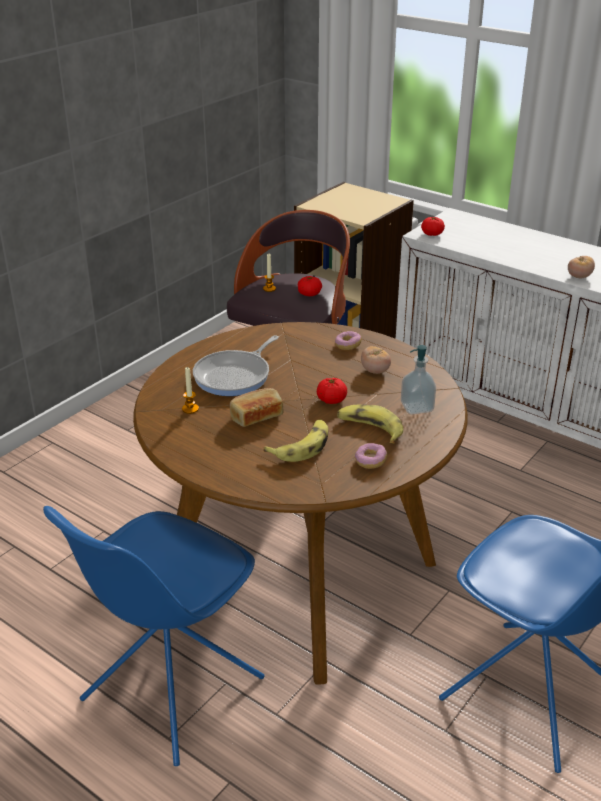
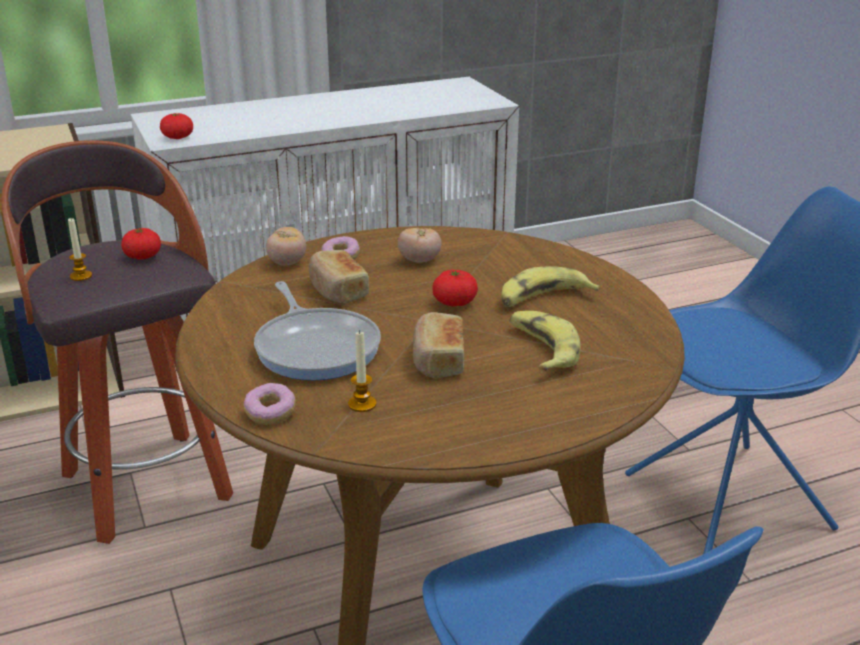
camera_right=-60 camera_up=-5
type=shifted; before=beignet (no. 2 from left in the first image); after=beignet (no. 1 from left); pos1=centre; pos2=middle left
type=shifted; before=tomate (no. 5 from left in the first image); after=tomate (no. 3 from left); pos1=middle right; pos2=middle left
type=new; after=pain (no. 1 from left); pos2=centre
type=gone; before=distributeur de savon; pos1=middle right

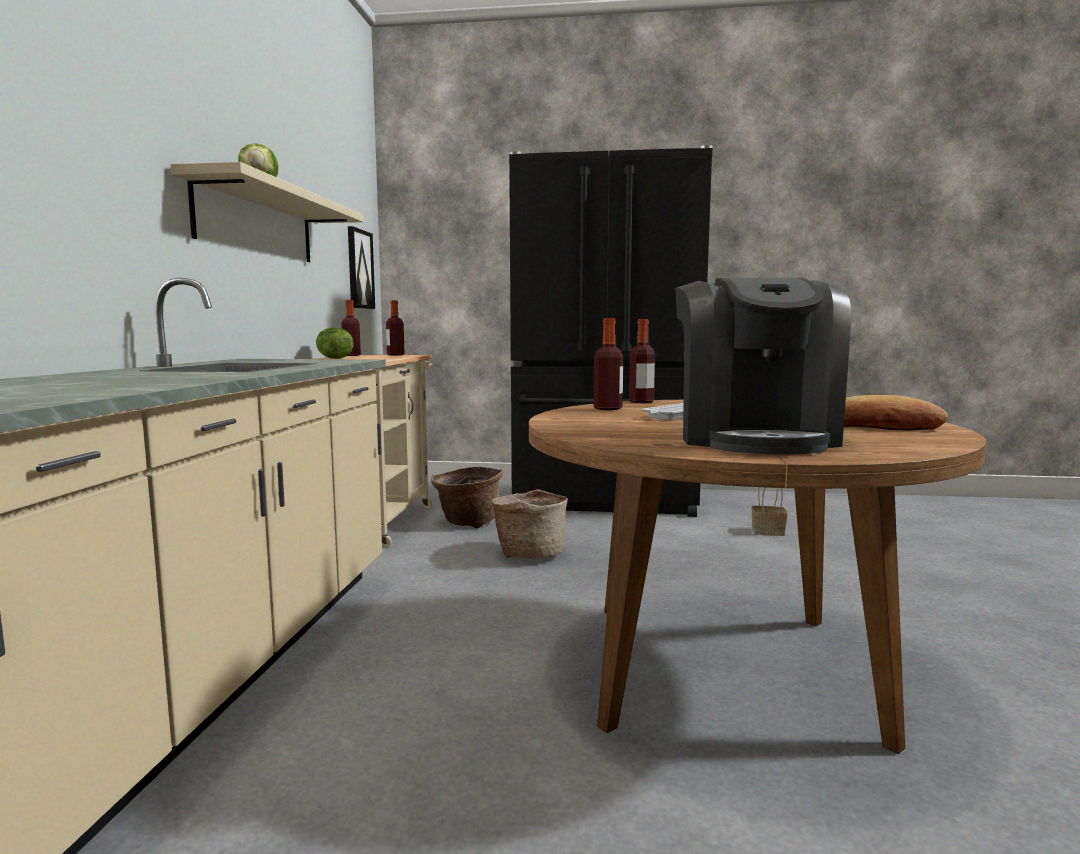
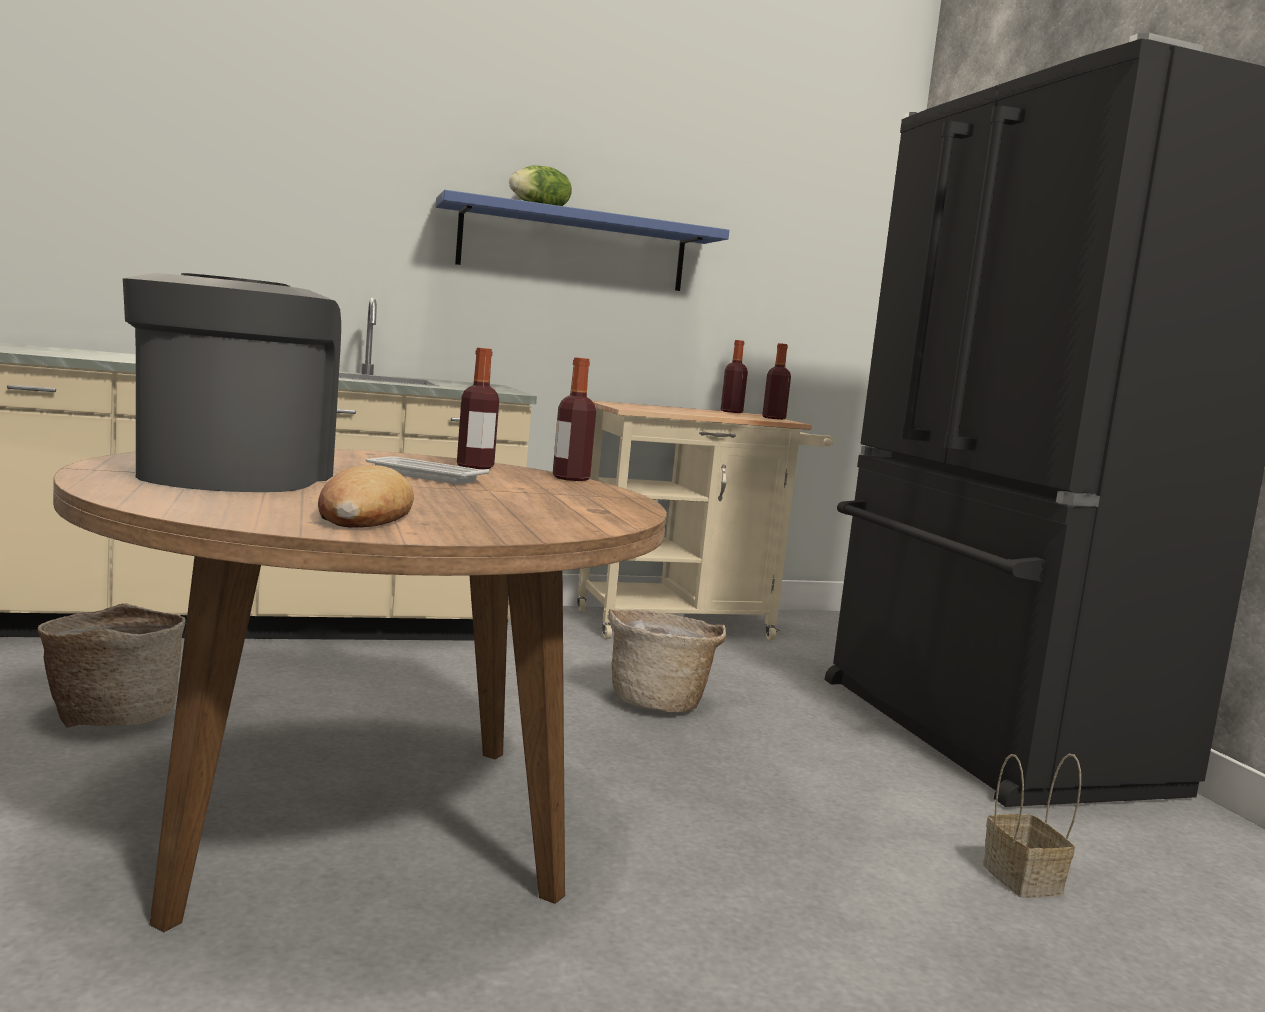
camera_right=65 camera_up=0
type=shifted; before=panier (no. 1 from left); pos1=centre; pos2=middle left
type=rotated; before=machine à café; pos1=middle right; pos2=middle left; turn=105
type=repainted; before=étagère/beige; after=étagère/bleu; pos1=top left; pos2=top centre
type=gone; before=laitue (no. 2 from left); pos1=middle left
type=gone; before=tableau; pos1=top centre

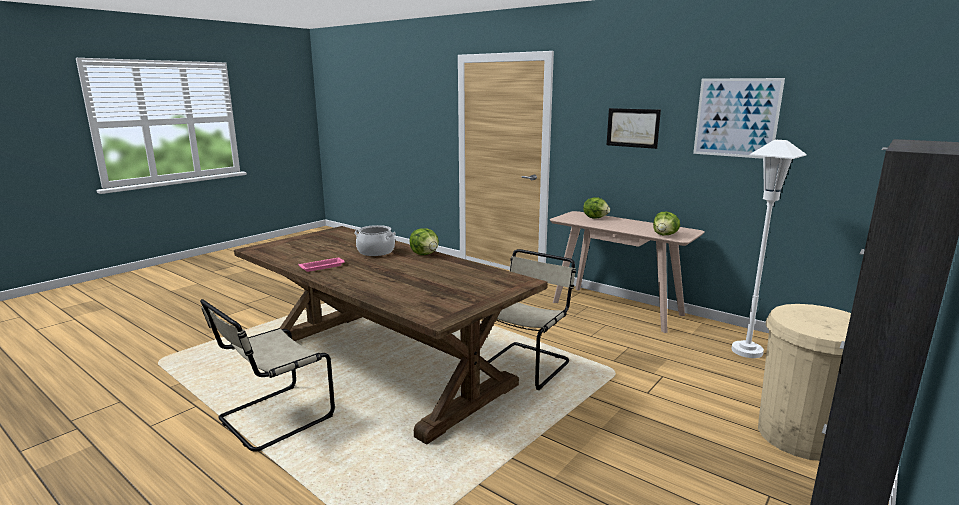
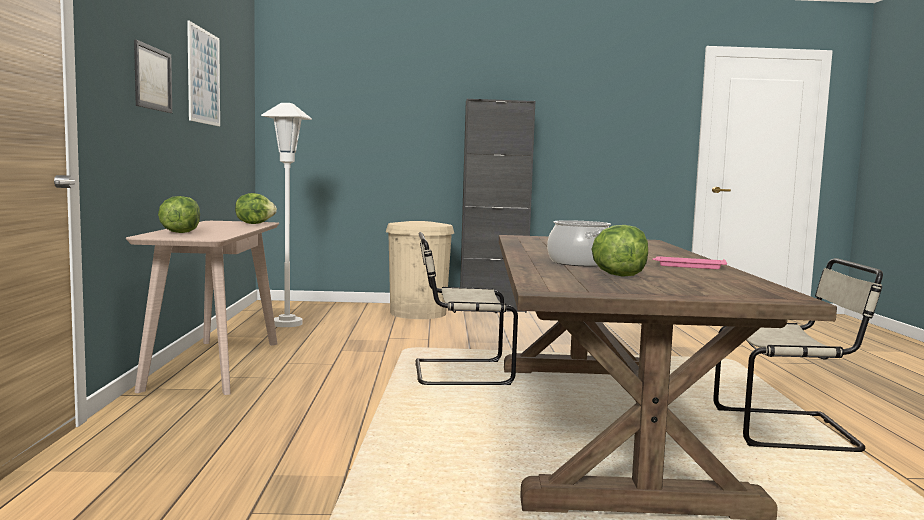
camera_right=-130 camera_up=-10
type=shifted; before=laitue (no. 1 from left in the first image); after=laitue (no. 3 from left); pos1=centre; pos2=middle right

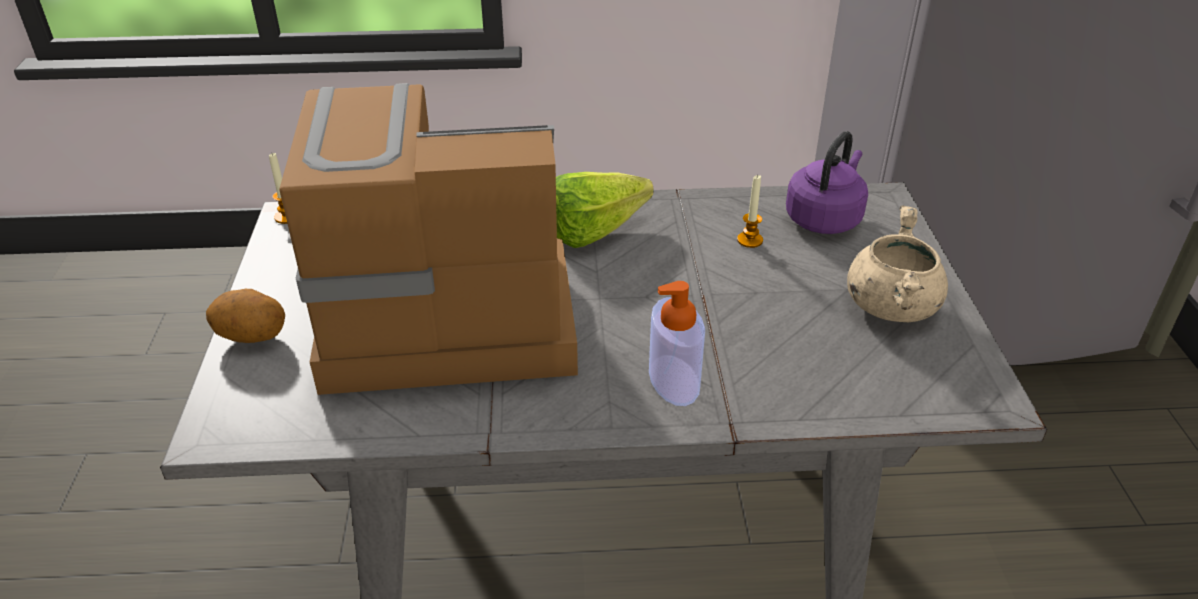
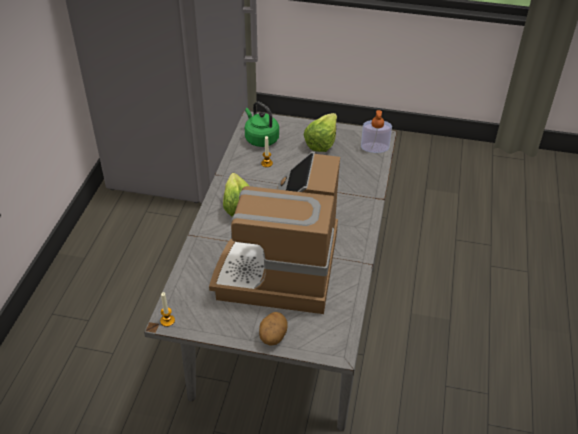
camera_right=-75 camera_up=5
type=repainted; before=bouilloire/violet; after=bouilloire/vert; pos1=top right; pos2=top centre
type=swapped; before=marmite/beige; after=laitue (no. 2 from left); pos1=middle right; pos2=top centre
type=shifted; before=distributeur de savon; pos1=centre; pos2=top centre

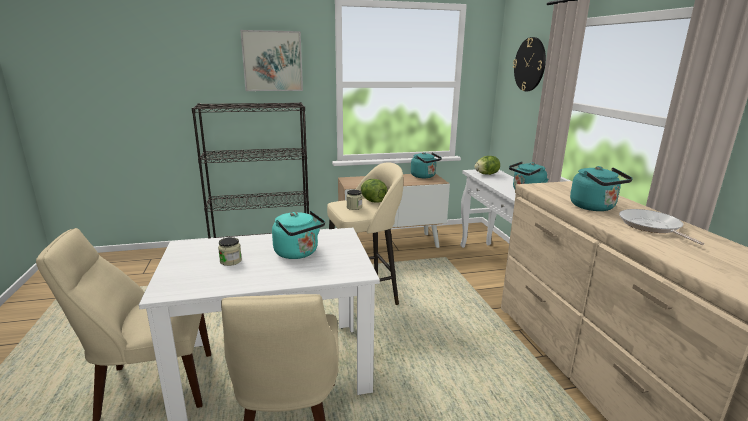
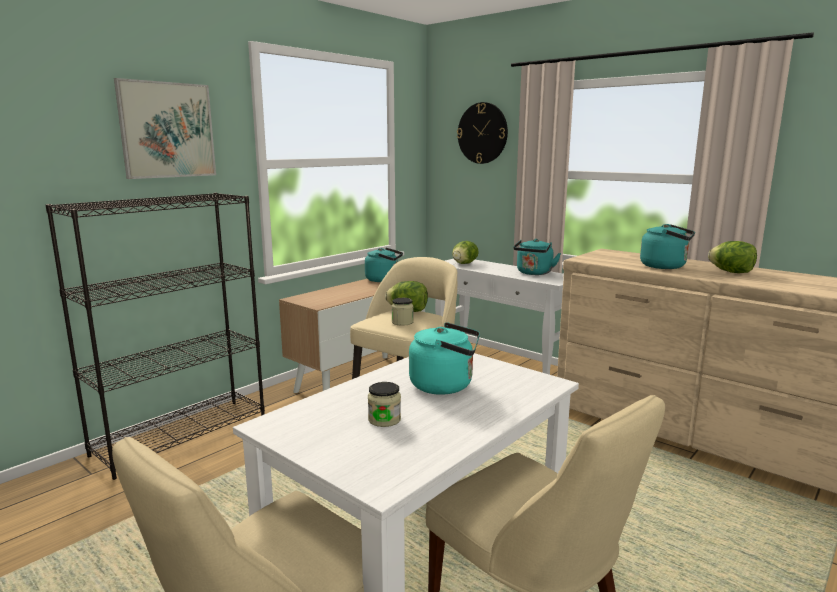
camera_right=-35 camera_up=-5
type=swapped; before=poêle; after=laitue (no. 3 from left); pos1=middle right; pos2=middle right

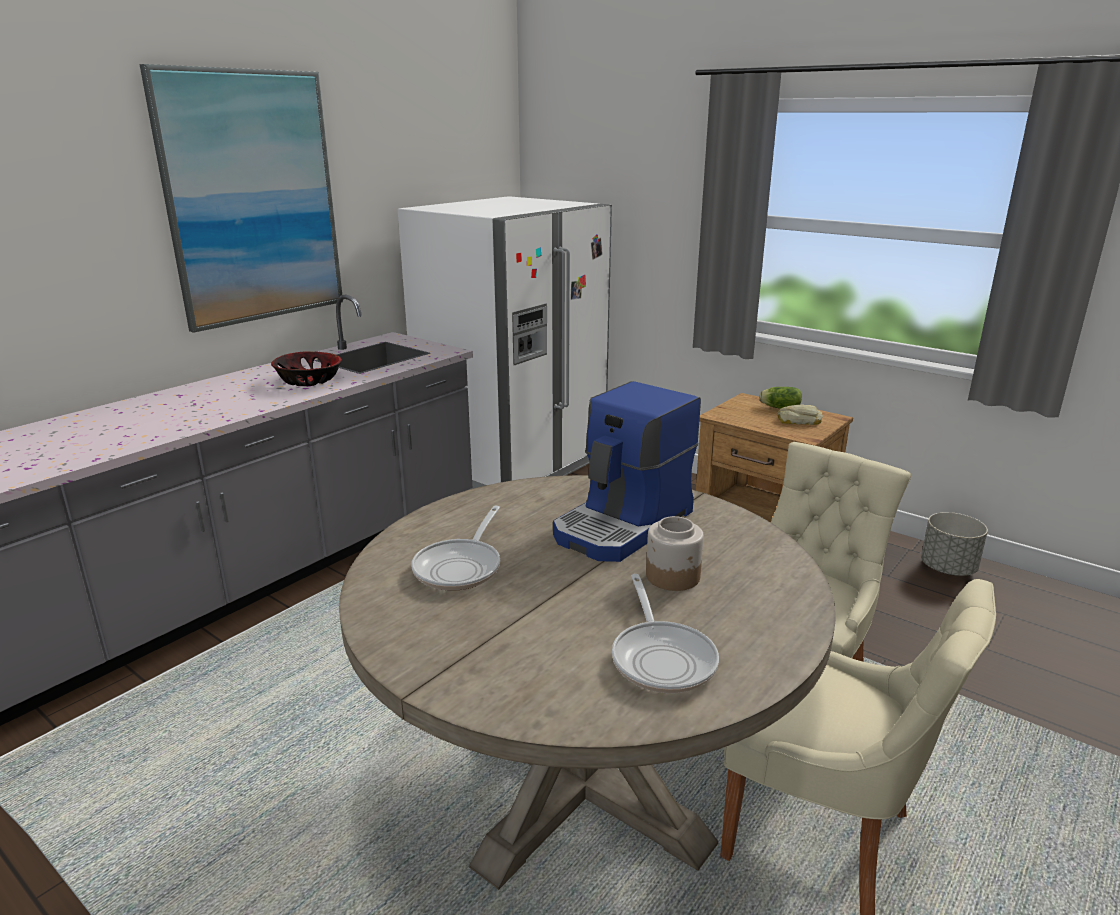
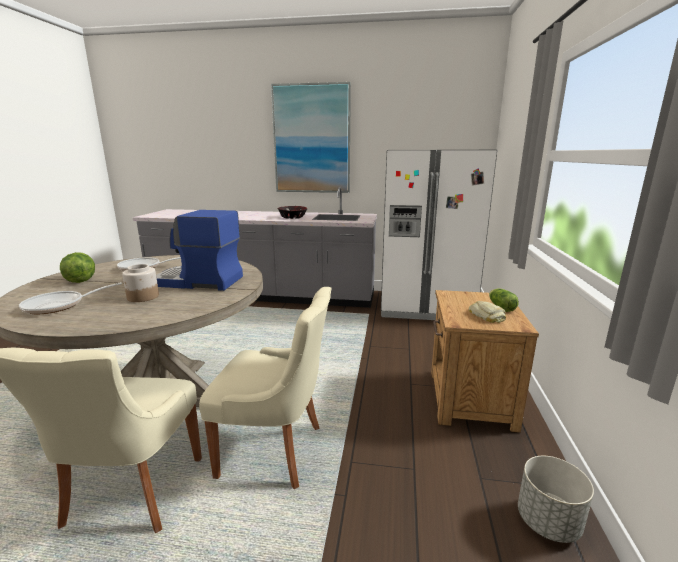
camera_right=60 camera_up=-5
type=new; after=laitue (no. 1 from left); pos2=middle left

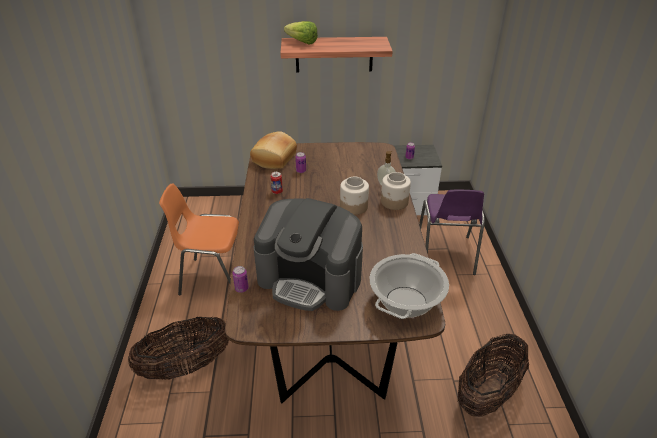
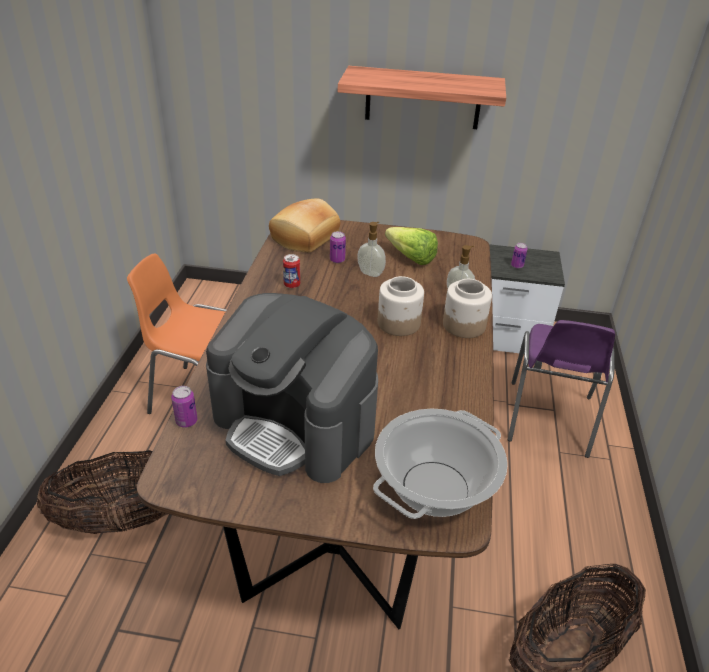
camera_right=10 camera_up=0
type=new; after=distributeur de savon (no. 1 from left); pos2=centre
type=shifted; before=laitue; pos1=top centre; pos2=centre

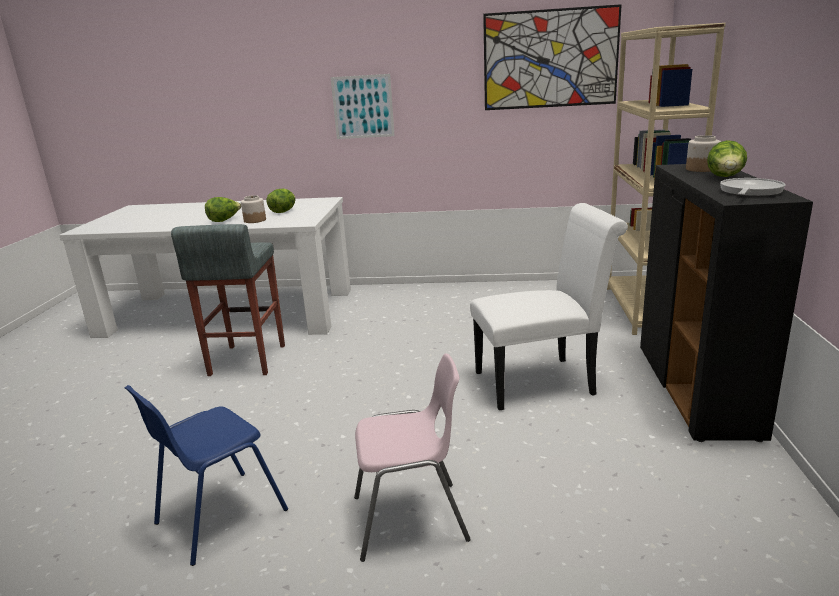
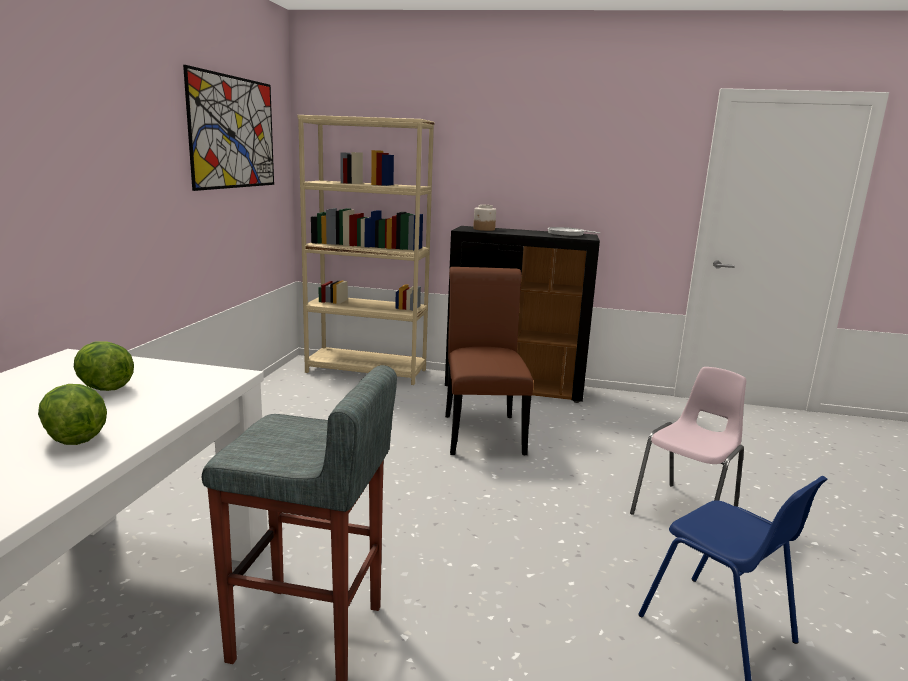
camera_right=-85 camera_up=-5
type=repainted; before=chaise/blanc; after=chaise/marron; pos1=centre; pos2=centre
type=rotated; before=chaise/rose; pos1=bottom centre; pos2=middle right; turn=45
type=gone; before=bocal (no. 1 from left); pos1=middle left
type=gone; before=tableau (no. 1 from left); pos1=top centre
type=gone; before=laitue (no. 3 from left); pos1=top right

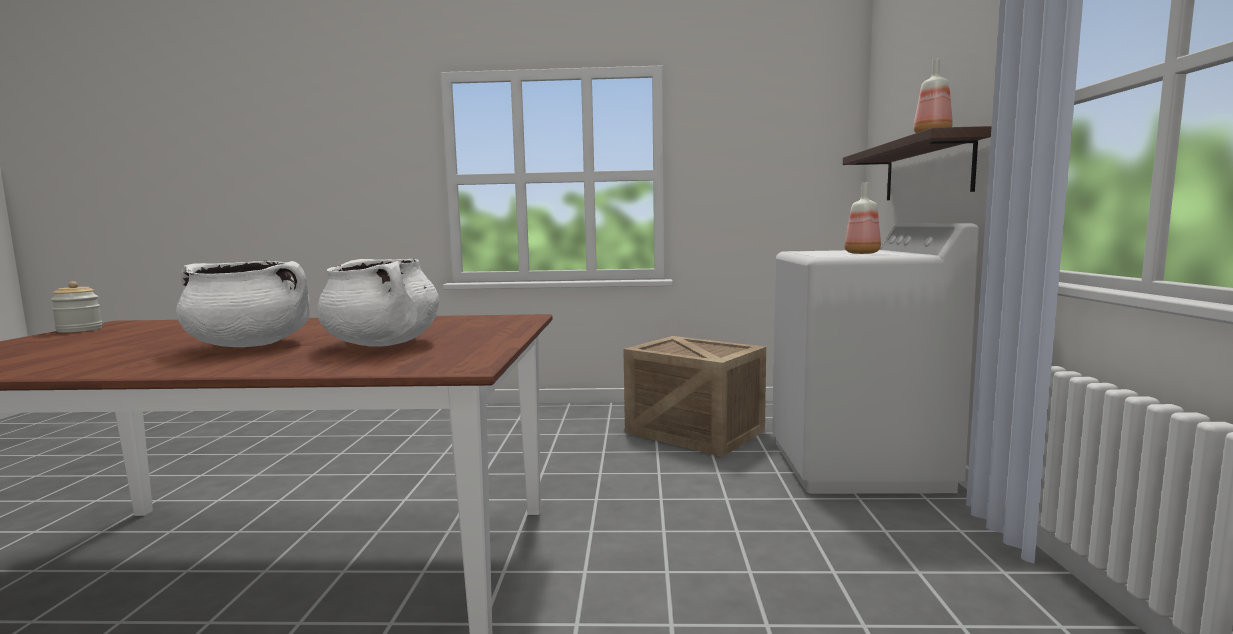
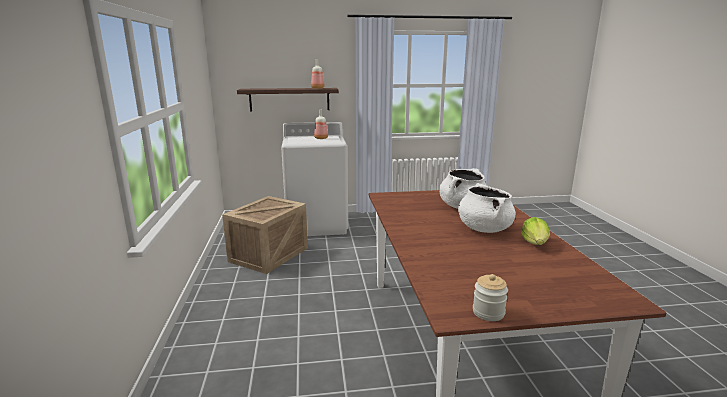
camera_right=-100 camera_up=10
type=new; after=laitue; pos2=middle right

